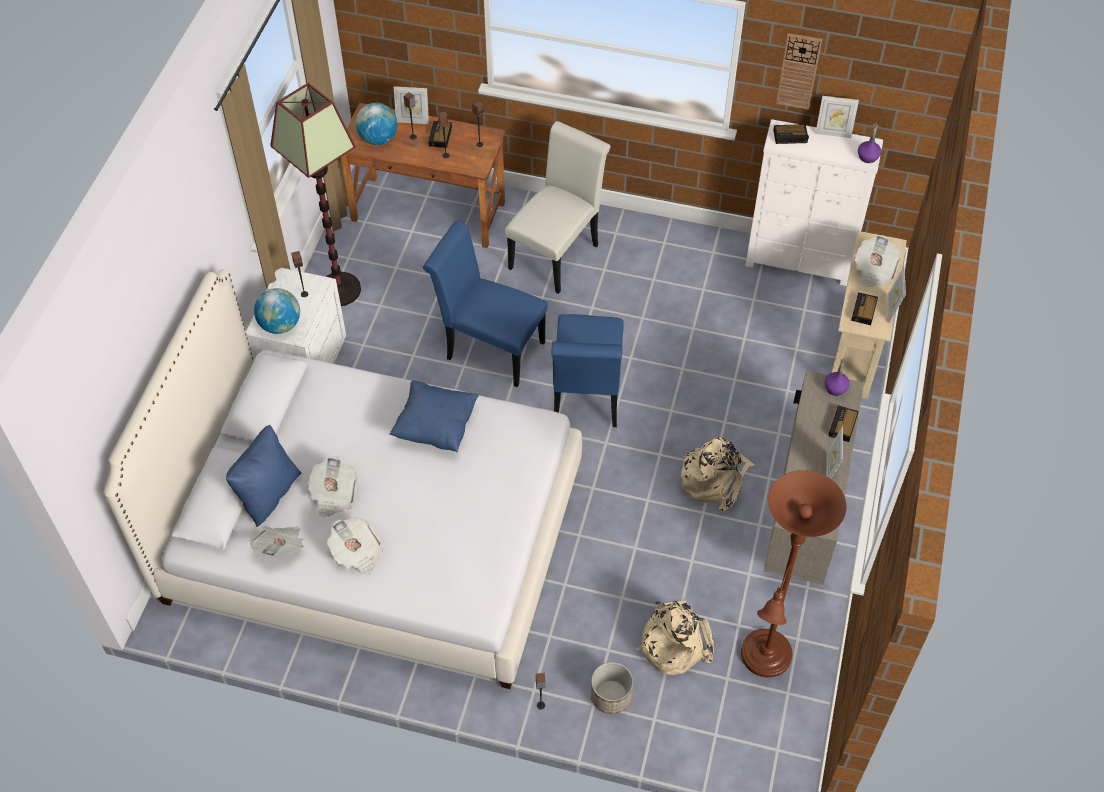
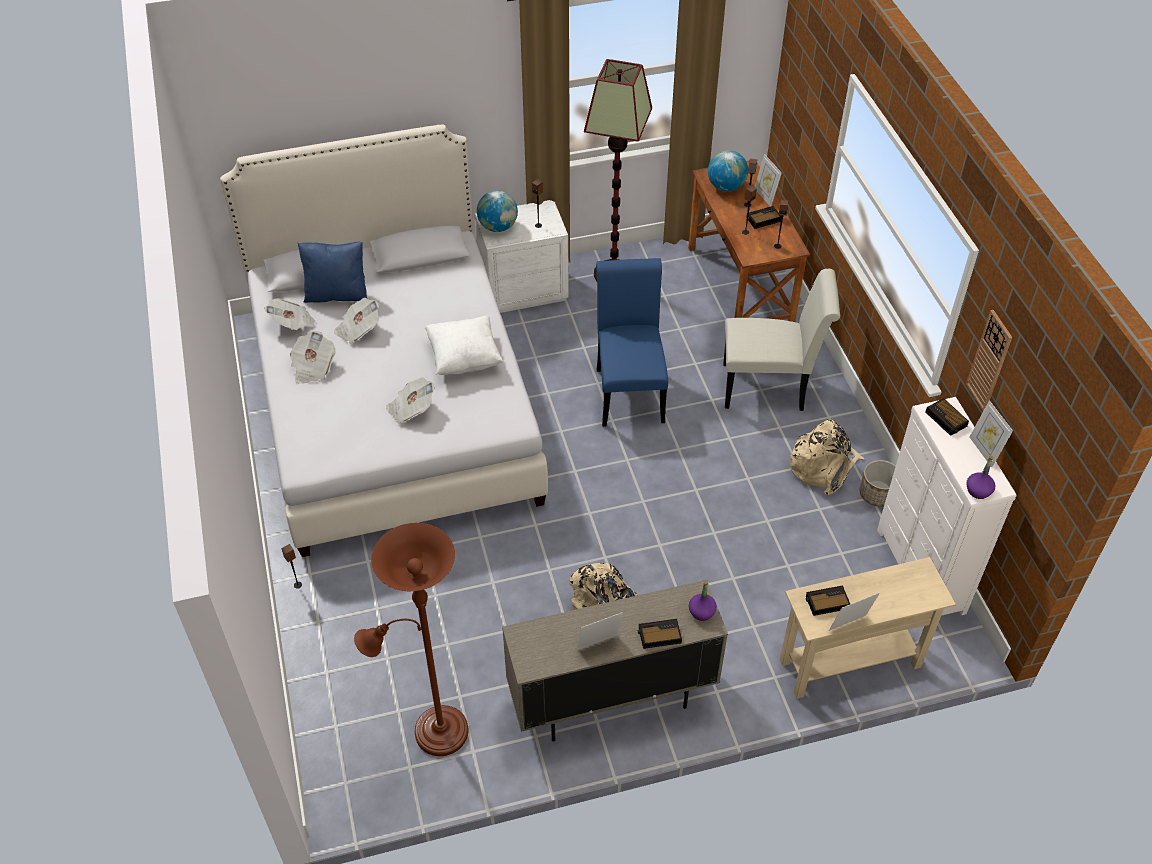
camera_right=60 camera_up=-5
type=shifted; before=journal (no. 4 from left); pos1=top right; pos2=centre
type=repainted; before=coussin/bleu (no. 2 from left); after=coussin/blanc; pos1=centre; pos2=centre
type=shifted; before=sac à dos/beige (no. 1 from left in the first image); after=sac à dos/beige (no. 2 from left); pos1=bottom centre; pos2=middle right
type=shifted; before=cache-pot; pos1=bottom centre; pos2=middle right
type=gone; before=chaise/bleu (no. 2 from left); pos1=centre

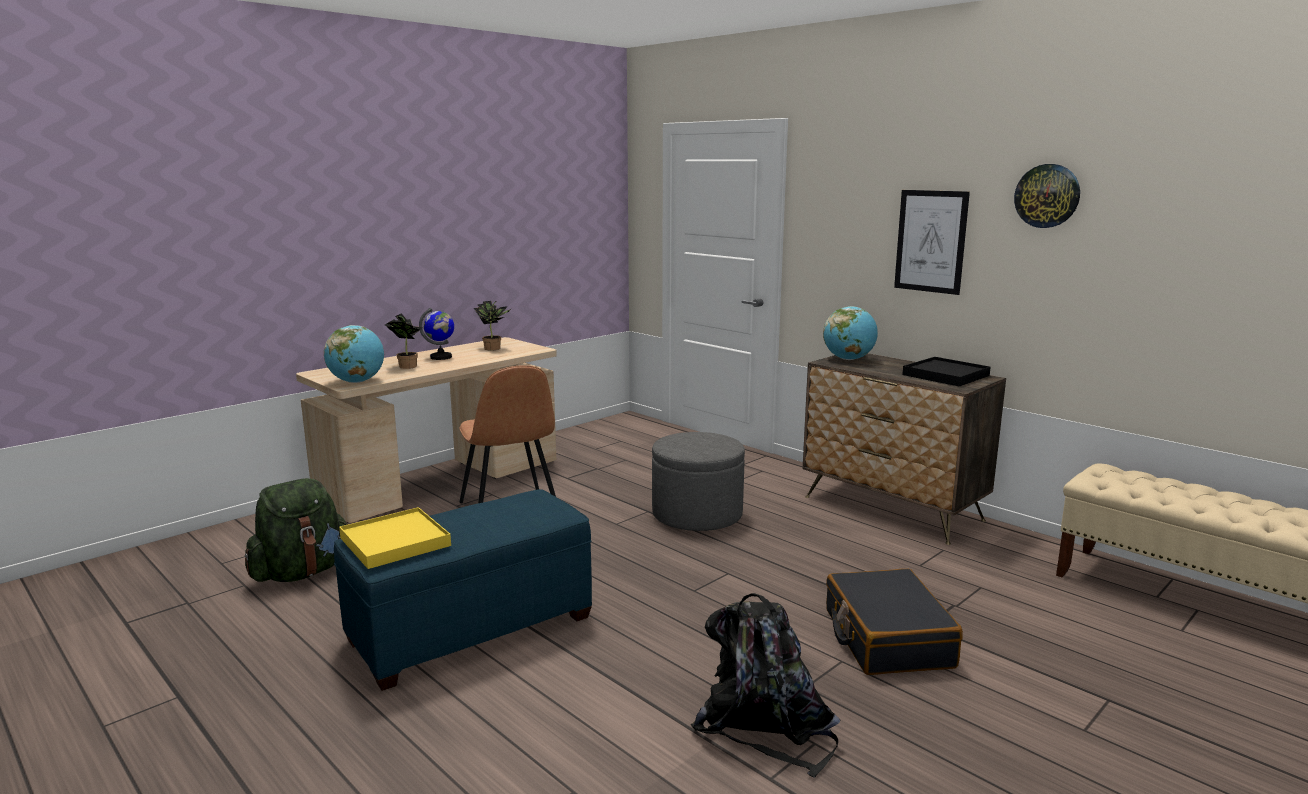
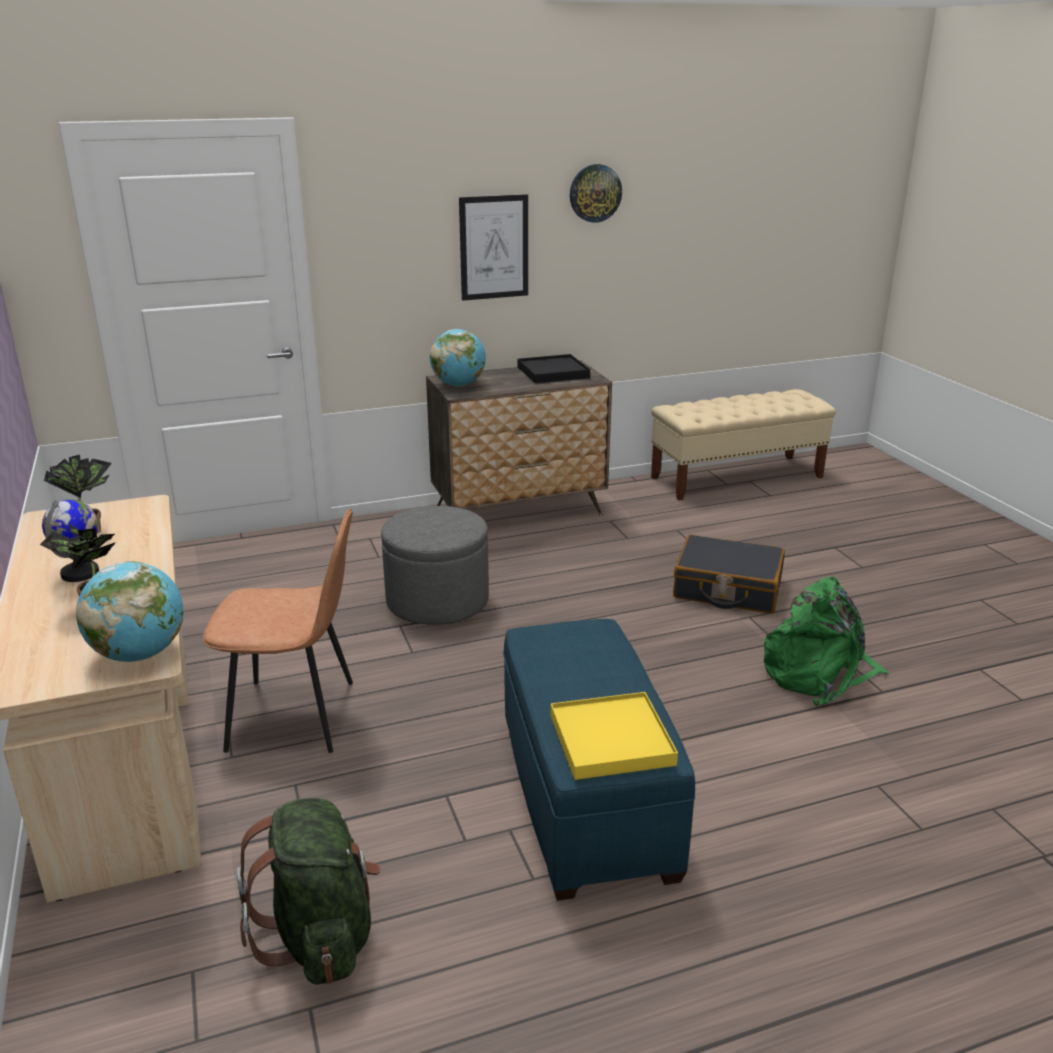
camera_right=-65 camera_up=10
type=repainted; before=sac à dos/noir; after=sac à dos/vert (no. 2 from left); pos1=bottom centre; pos2=middle right

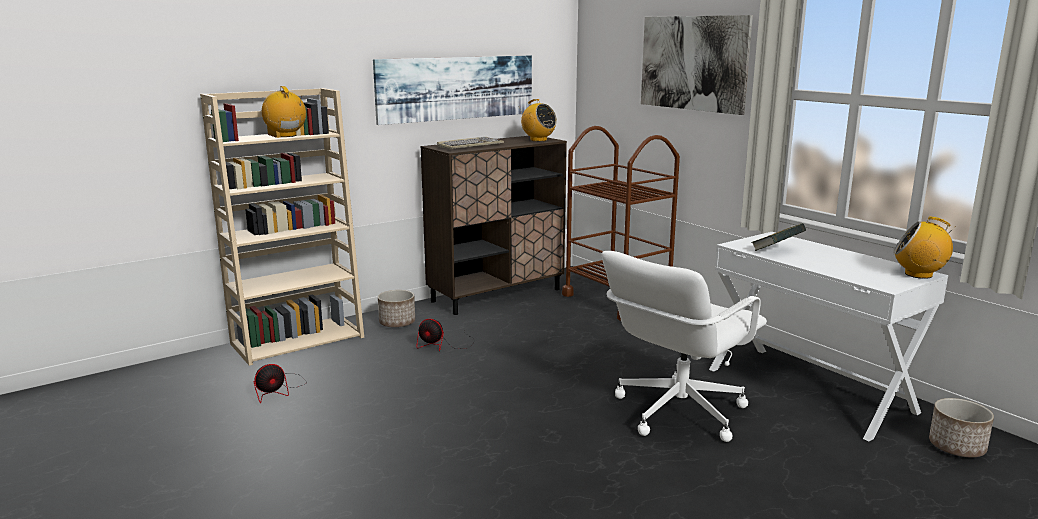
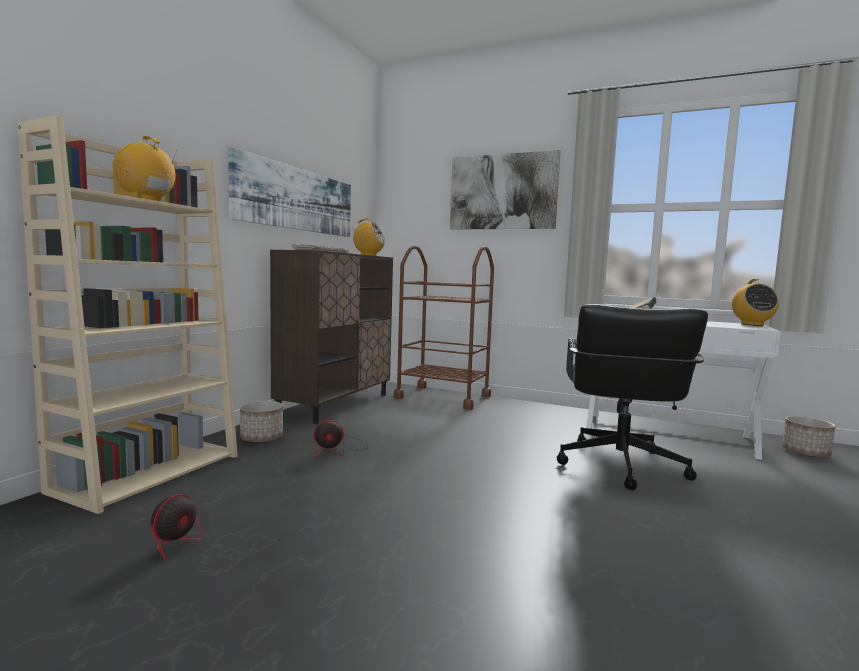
camera_right=-30 camera_up=-10
type=repainted; before=chaise de bureau/blanc; after=chaise de bureau/noir; pos1=bottom centre; pos2=middle right
type=rotated; before=radio (no. 3 from left); pos1=middle right; pos2=middle right; turn=-75

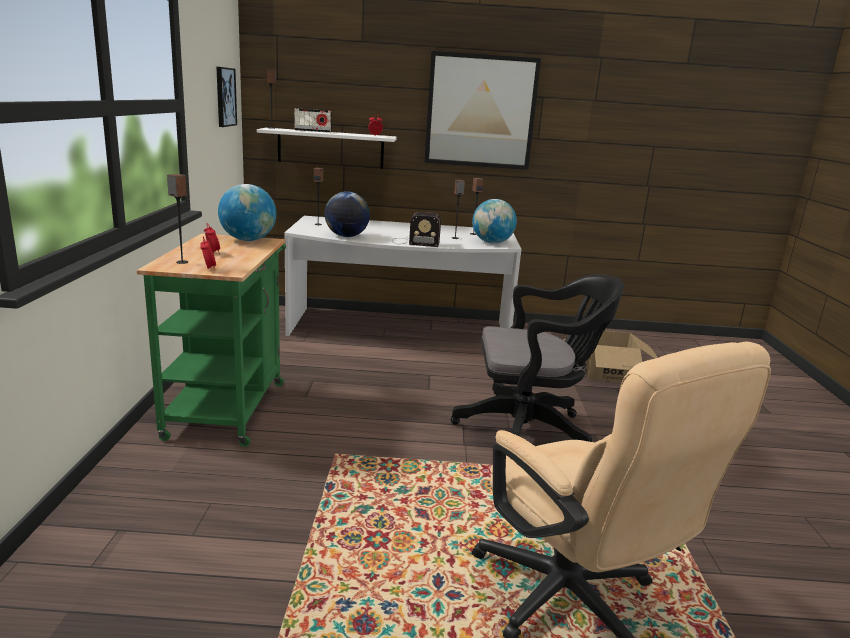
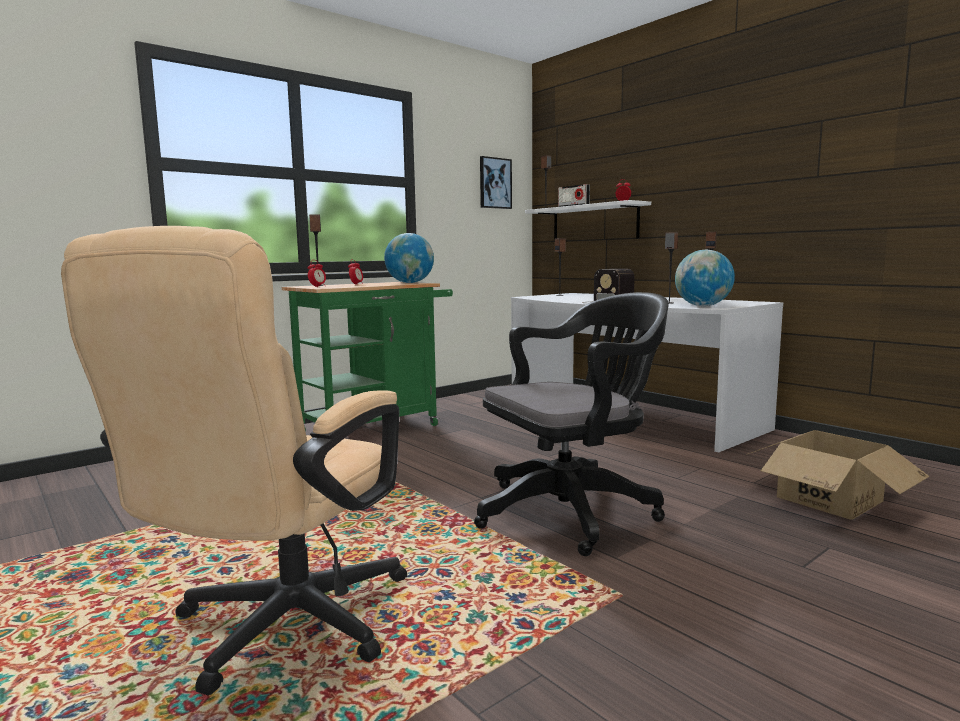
camera_right=50 camera_up=-10
type=rotated; before=chaise de bureau/noir; pos1=centre; pos2=centre; turn=-75
type=gone; before=globe (no. 2 from left); pos1=centre
type=gone; before=tableau (no. 2 from left); pos1=top centre

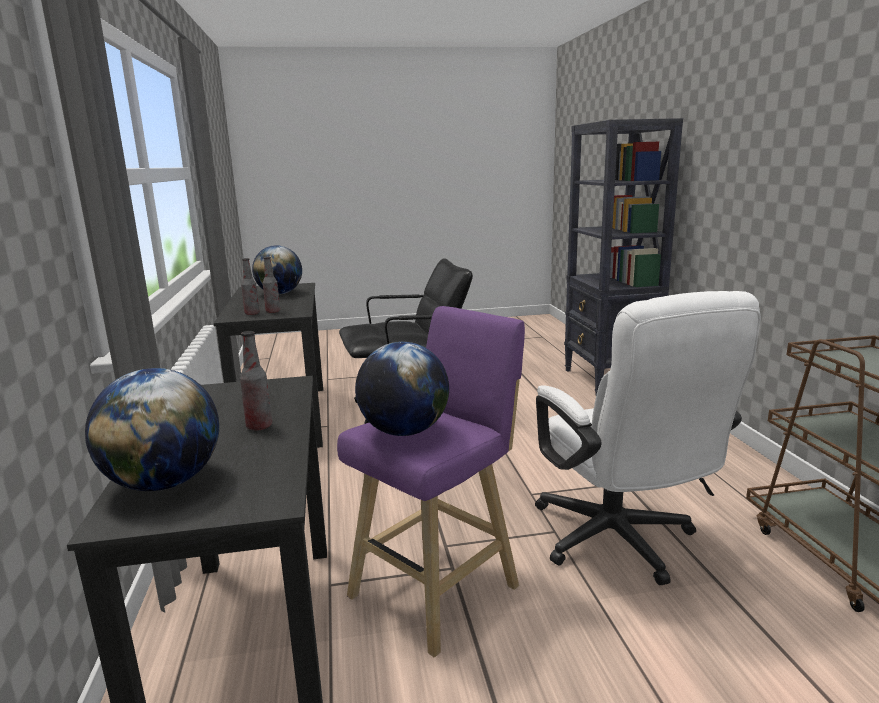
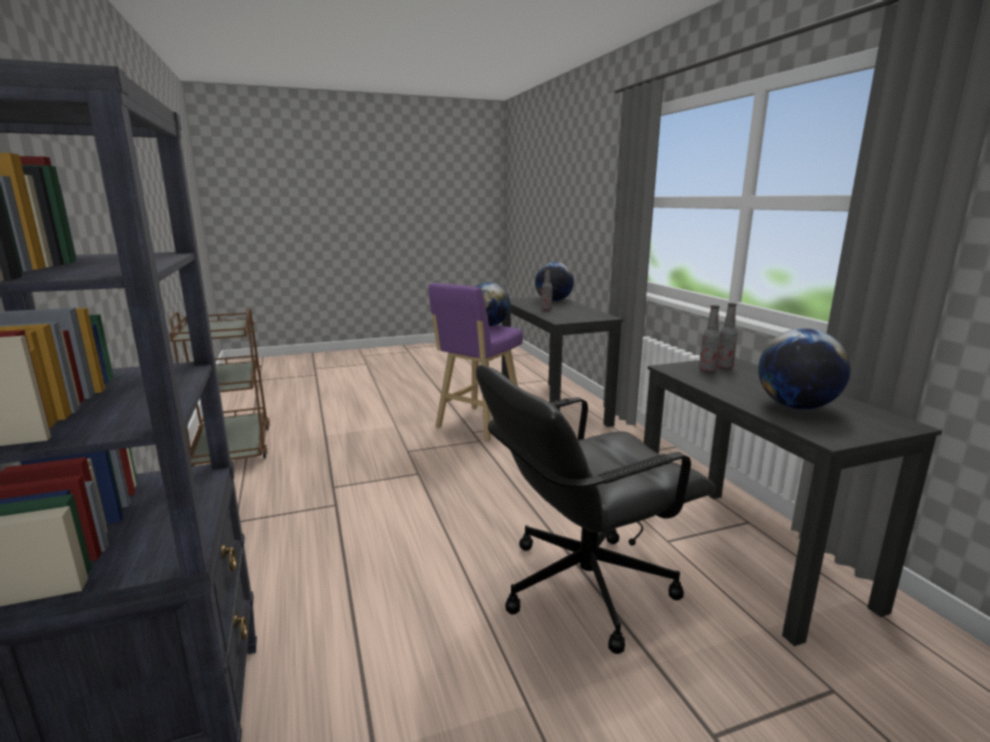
camera_right=170 camera_up=0
type=gone; before=chaise de bureau/blanc; pos1=middle right

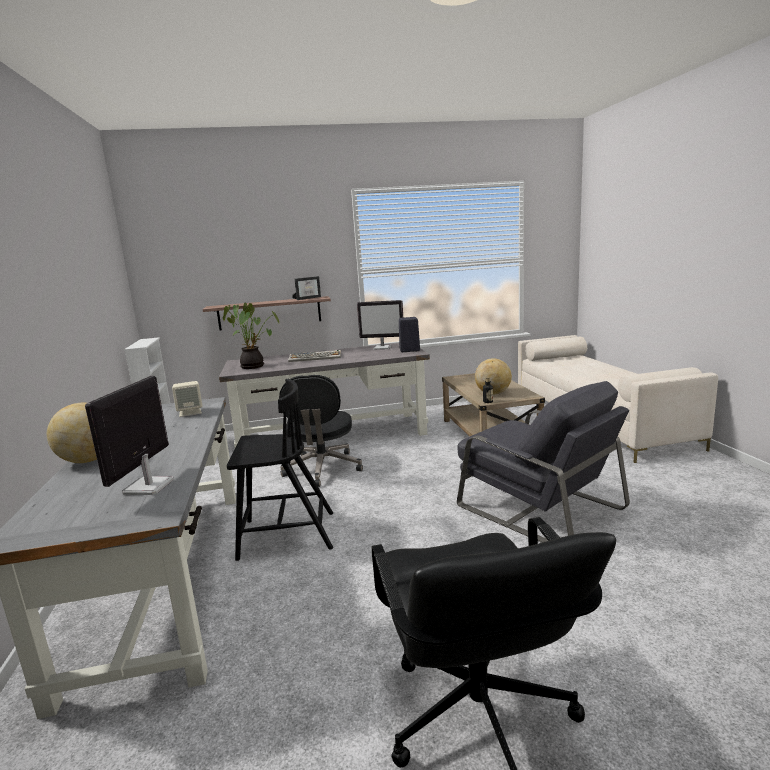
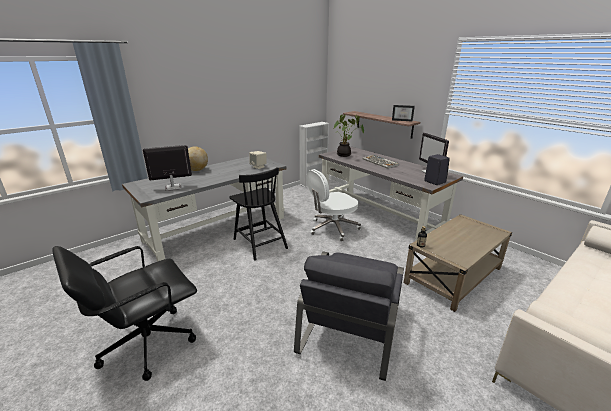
camera_right=60 camera_up=10
type=repainted; before=chaise de bureau/noir (no. 1 from left); after=chaise de bureau/blanc; pos1=centre; pos2=centre
type=gone; before=globe (no. 2 from left); pos1=centre

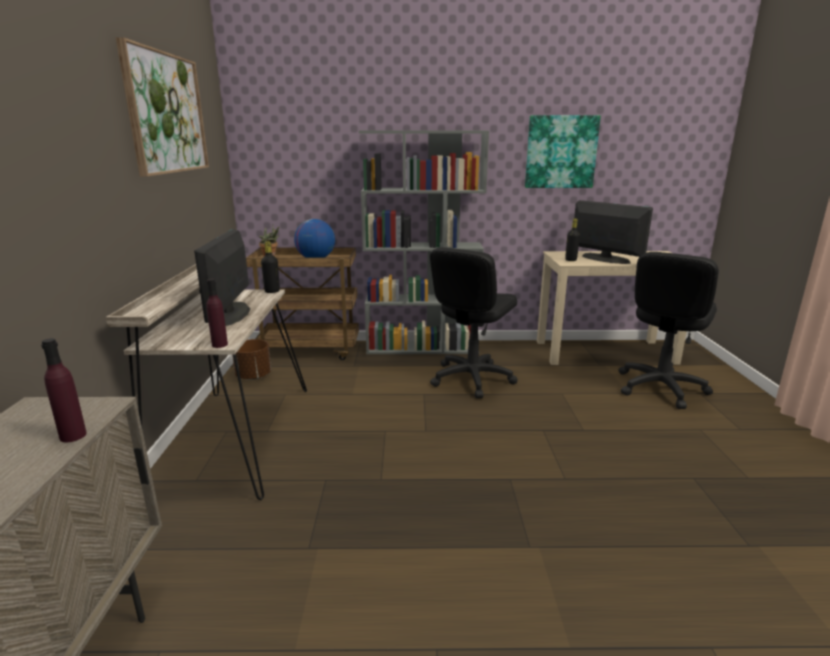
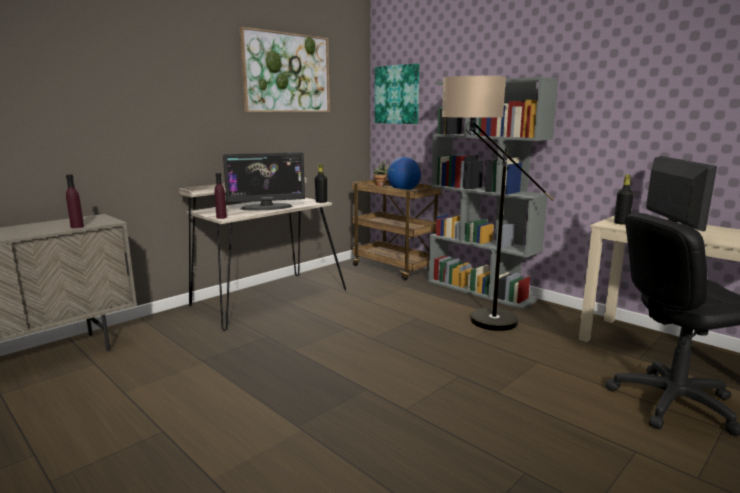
camera_right=45 camera_up=-5
type=rotated; before=écran d'ordinateur (no. 1 from left); pos1=middle left; pos2=centre; turn=-150
type=shifted; before=tableau (no. 2 from left); pos1=top right; pos2=top centre
type=swapped; before=chaise de bureau/noir (no. 1 from left); after=lampadaire; pos1=centre; pos2=middle right
type=gone; before=cache-pot/marron; pos1=middle left

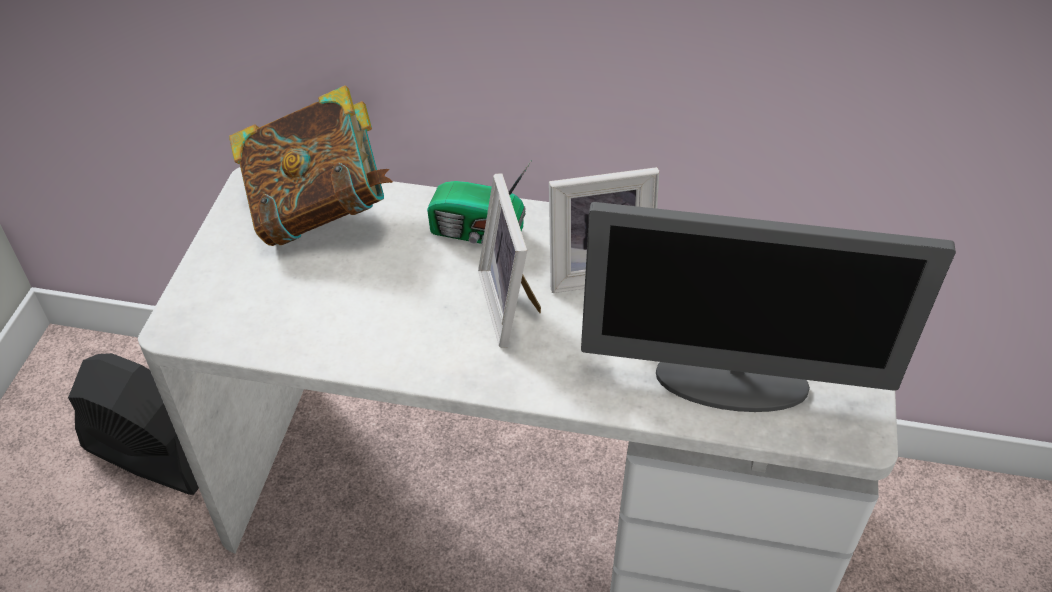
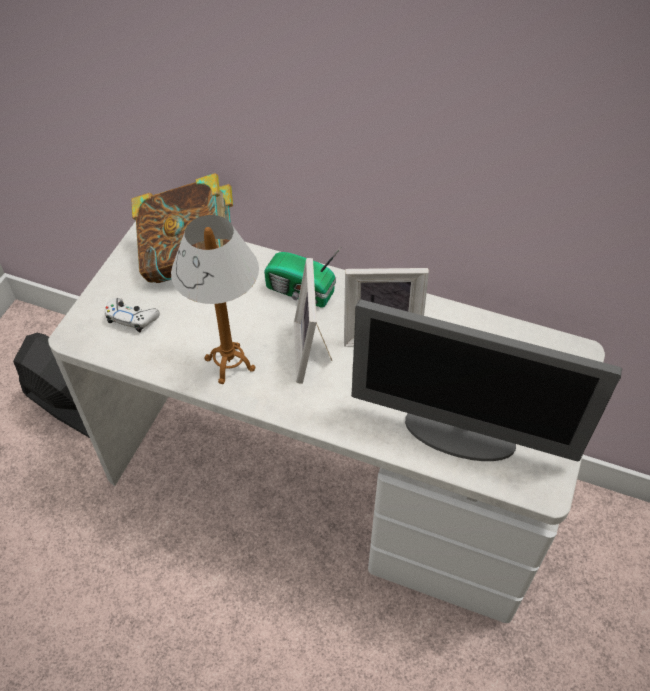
camera_right=10 camera_up=5
type=new; after=manette/blanc; pos2=middle left
type=new; after=lampe de table; pos2=middle left

